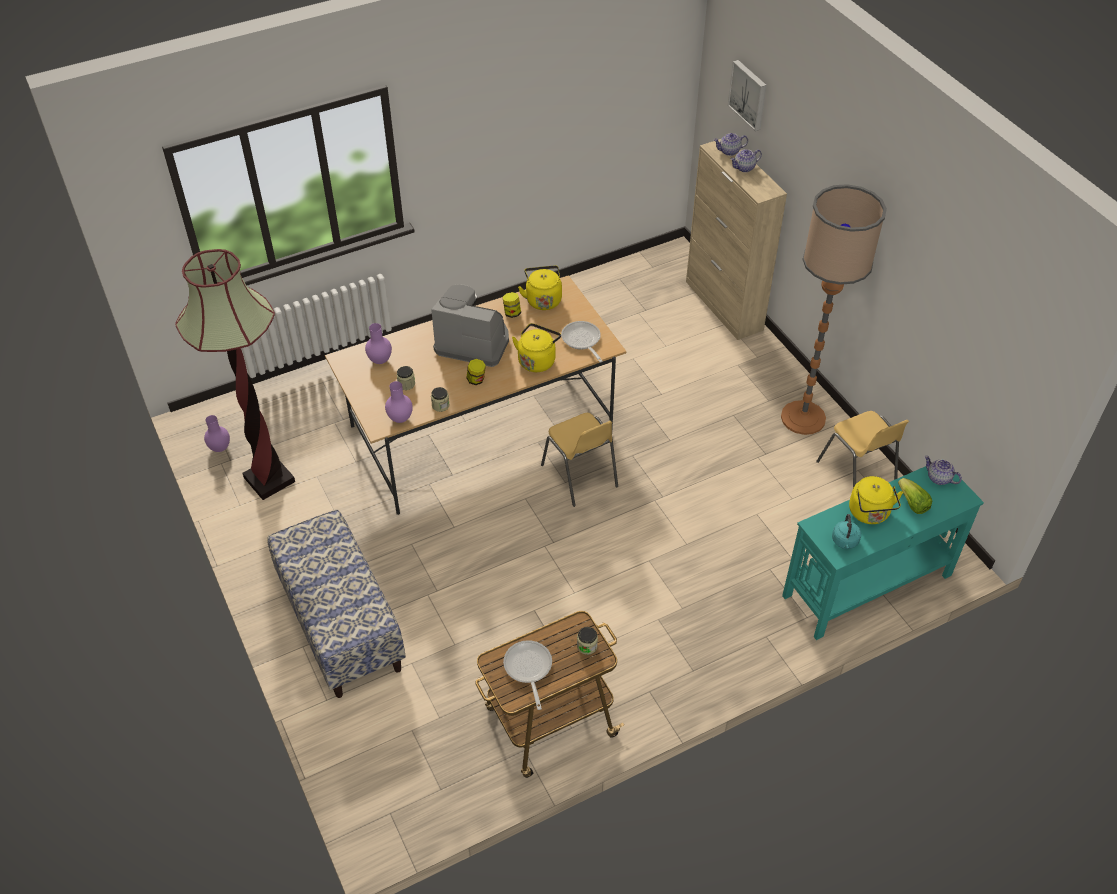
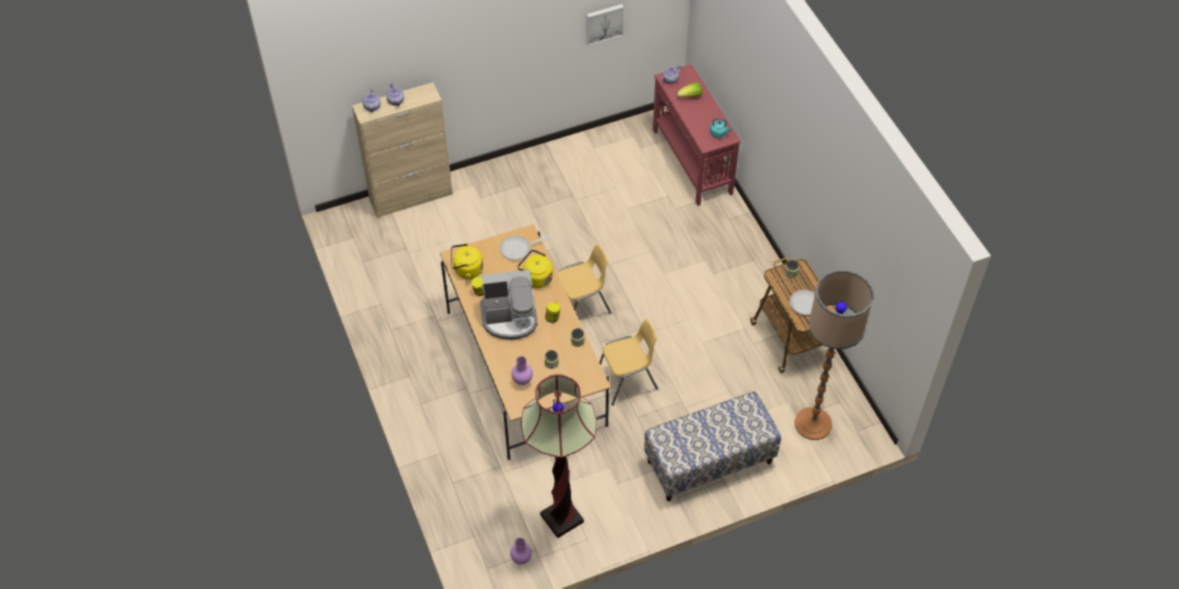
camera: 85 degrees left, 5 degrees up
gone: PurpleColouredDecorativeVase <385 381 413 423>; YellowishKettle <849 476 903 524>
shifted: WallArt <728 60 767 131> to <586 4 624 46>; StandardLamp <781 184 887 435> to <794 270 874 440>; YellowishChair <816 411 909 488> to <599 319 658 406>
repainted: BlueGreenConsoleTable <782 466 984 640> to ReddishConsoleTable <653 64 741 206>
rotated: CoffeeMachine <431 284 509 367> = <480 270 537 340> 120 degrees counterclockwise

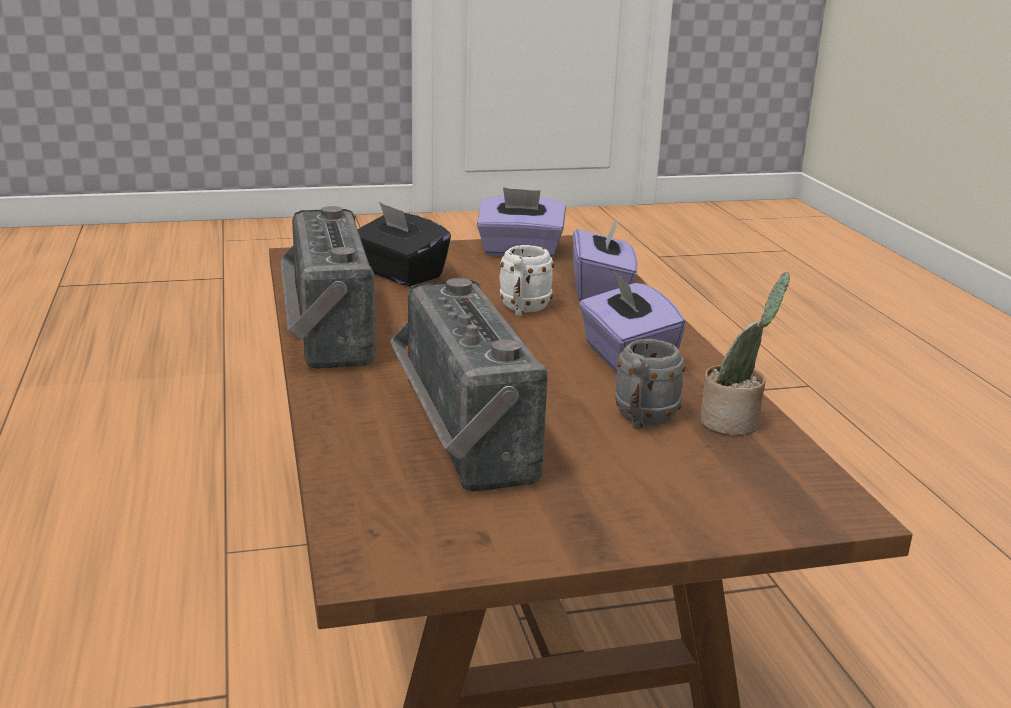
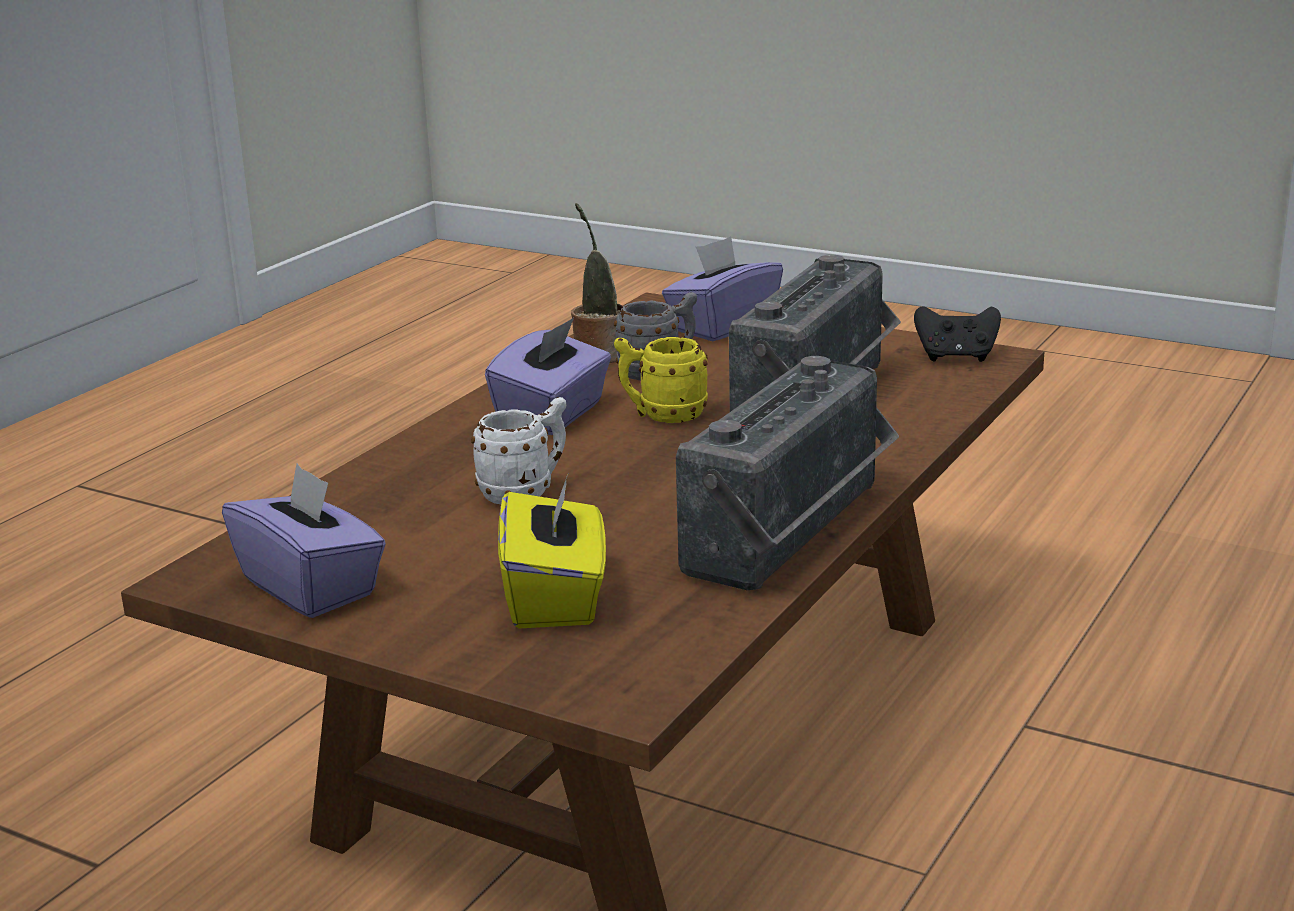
camera: 135 degrees left, 0 degrees up
new: YellowishCoffeeMug <614 337 708 423>; BlackGamepad <914 306 1001 362>
shifted: PurpleColouredTissueHolder <573 219 638 301> to <662 236 783 341>
repainted: BlackTissueHolder <358 202 451 286> to YellowishTissueHolder <498 472 606 629>

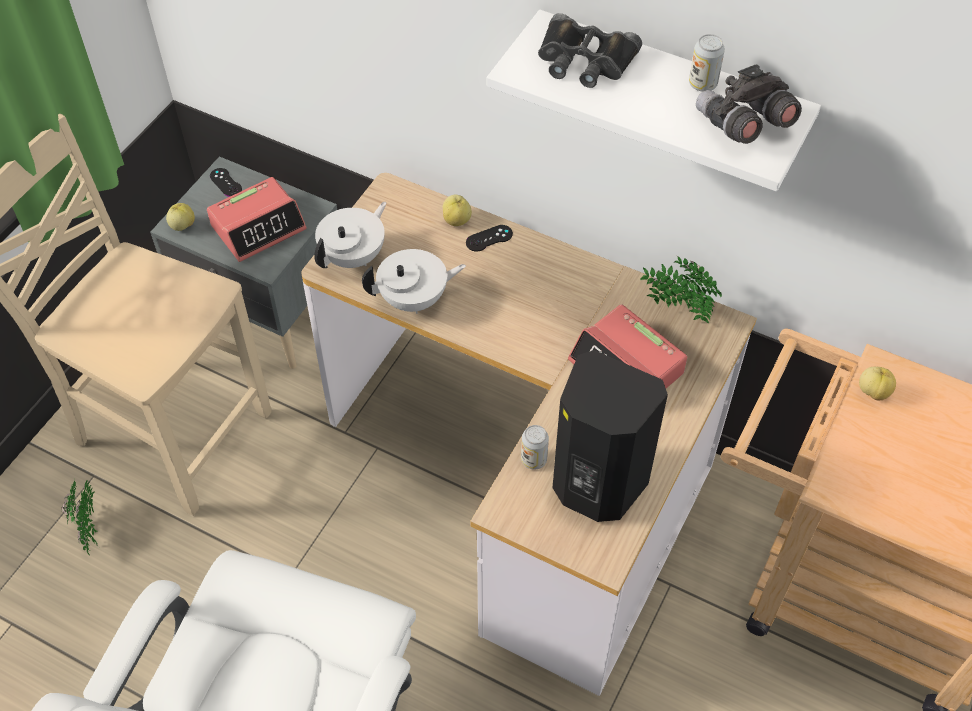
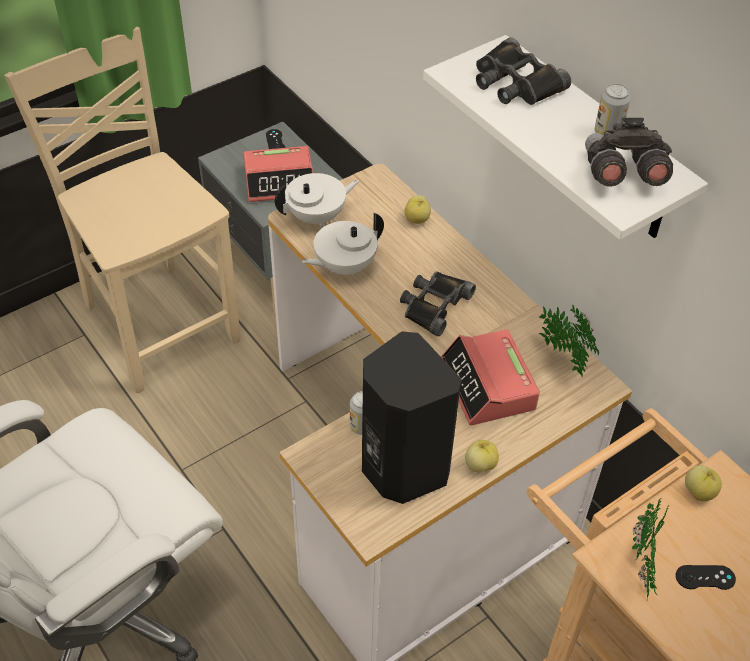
camera: 25 degrees right, 5 degrees down
new: BlackBinoculars <400 271 476 336>
shifted: PottedPlant <61 480 100 555> to <632 498 668 601>; AppleFruit <166 203 195 231> to <465 440 499 472>; BlackGamepad <466 225 513 252> to <676 565 736 590>
rotated: WhiteTeaPot <362 249 466 314> = <302 213 384 275> 135 degrees clockwise

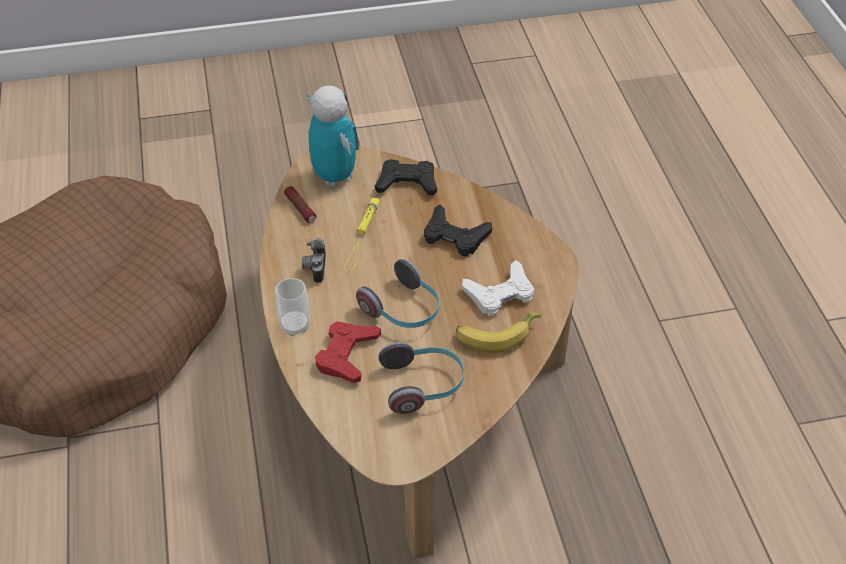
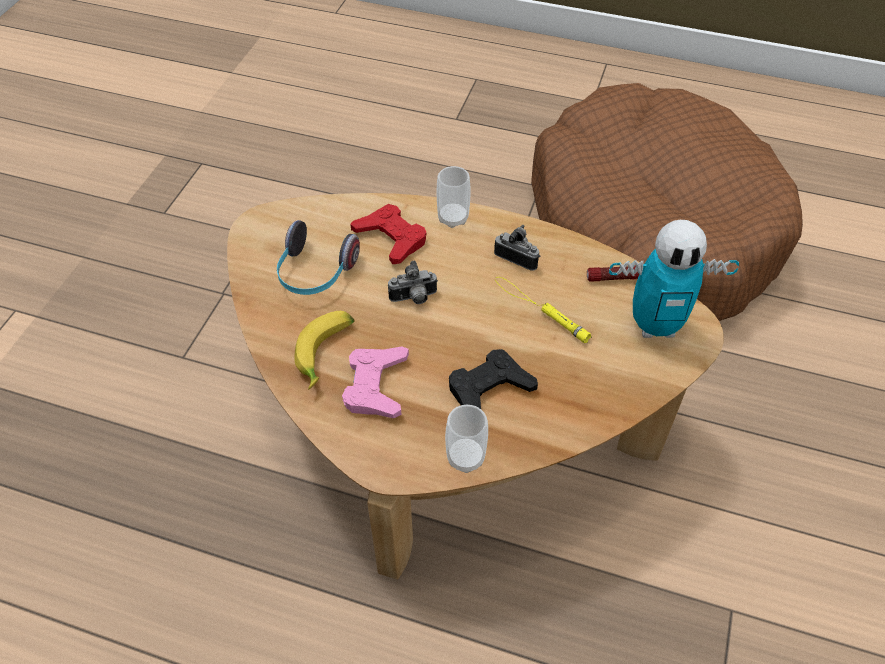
camera: 120 degrees right, 5 degrees up
gone: BlackGamepad <375 159 437 196>
new: Cup <445 405 488 473>
swapped: Headset <356 259 439 328> to StillCamera <388 261 438 304>
repainted: WhiteGamepad <462 260 534 316> to PinkColouredGamepad <342 347 409 418>

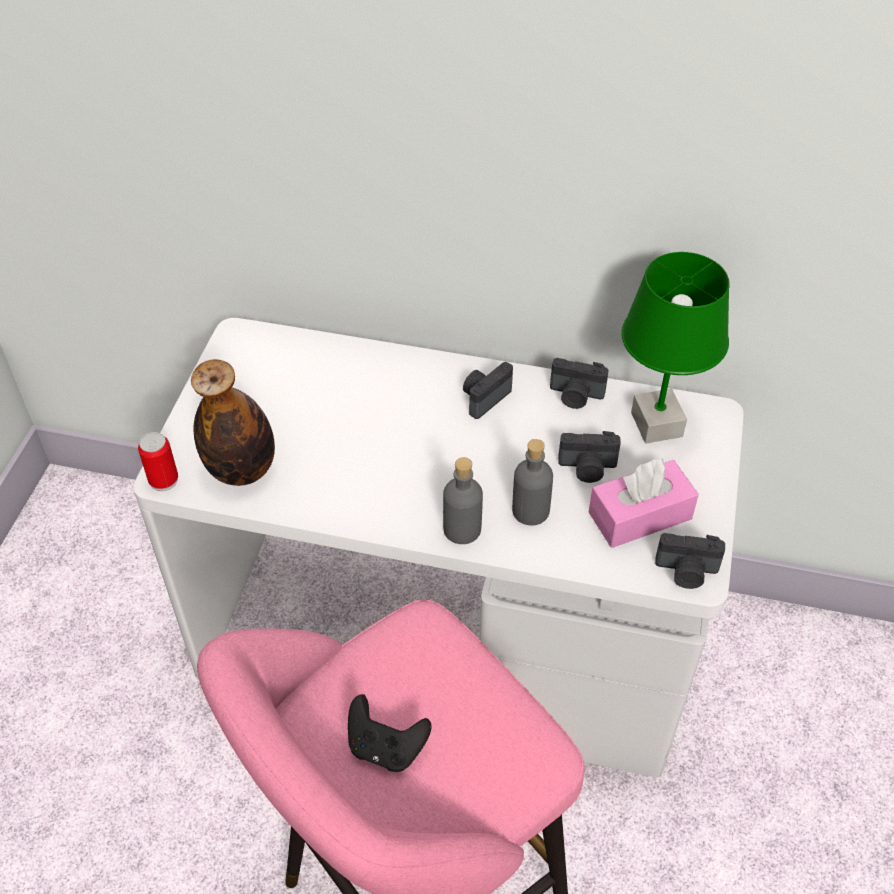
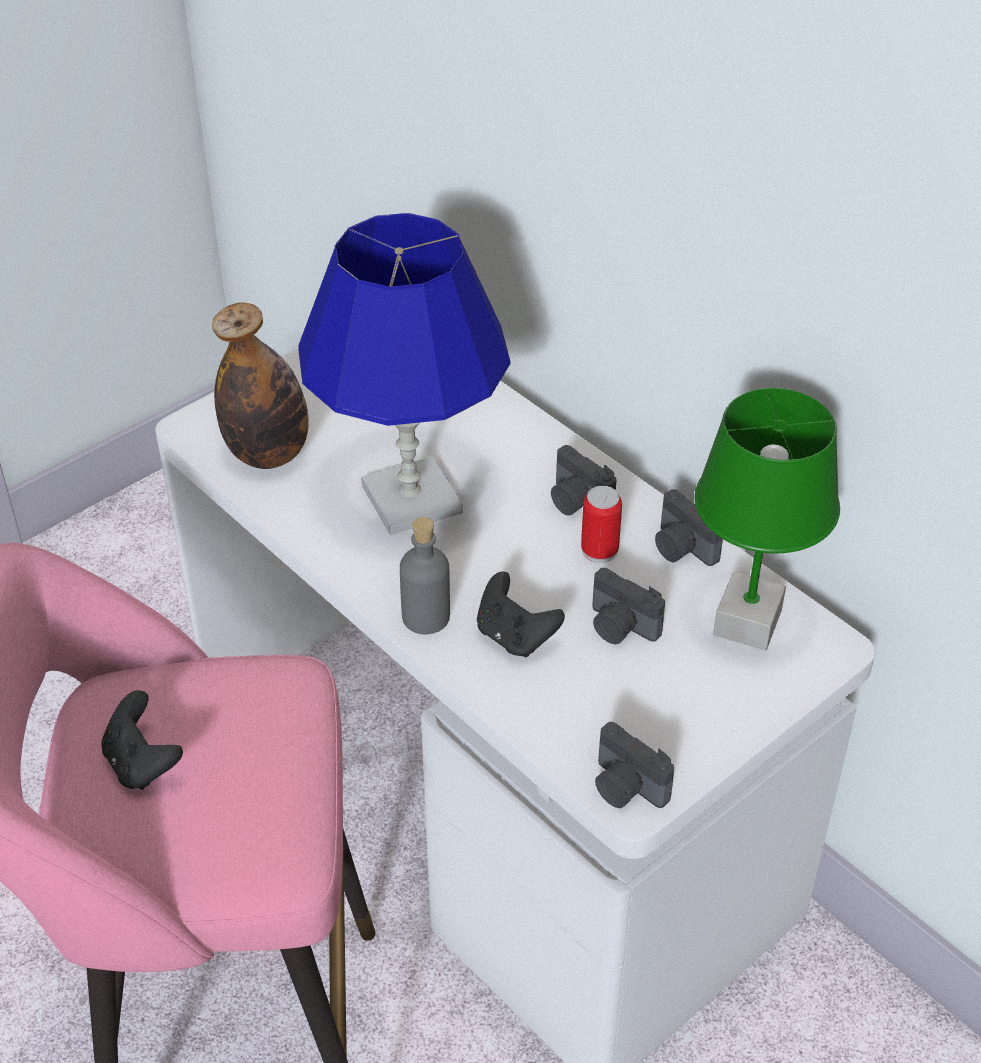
camera: 35 degrees right, 5 degrees down
gone: PinkColouredTissueHolder <589 459 699 548>
new: BluishLampForATable <298 213 511 535>
shifted: SealedCan <138 432 178 491> to <581 486 622 563>
swapped: GrayDrinkBottle <512 439 553 526> to BlackGamepad <477 572 565 657>
rotated: StillCamera <463 362 513 419> = <551 445 617 516> 120 degrees counterclockwise

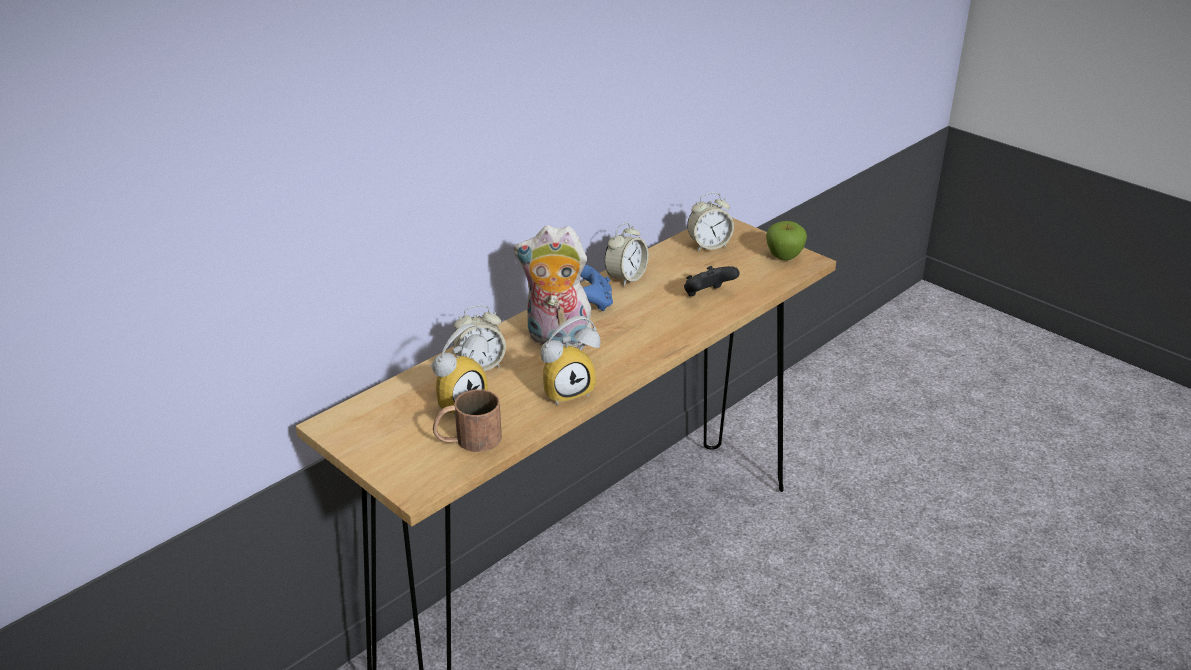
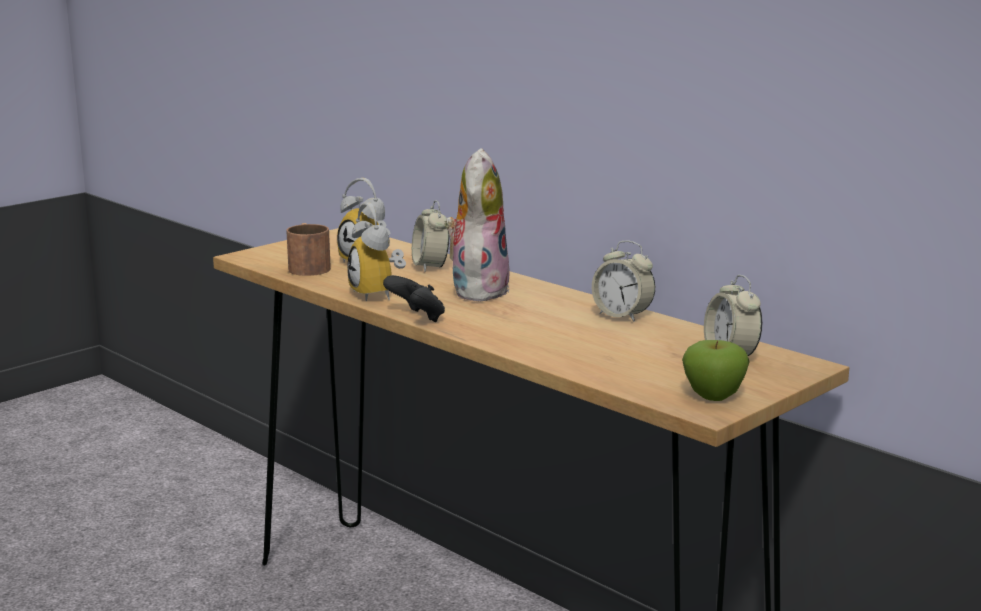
camera: 90 degrees right, 15 degrees down
gone: BluishGamepad <581 264 613 311>
shifted: BlackGamepad <684 266 740 296> to <383 275 445 322>

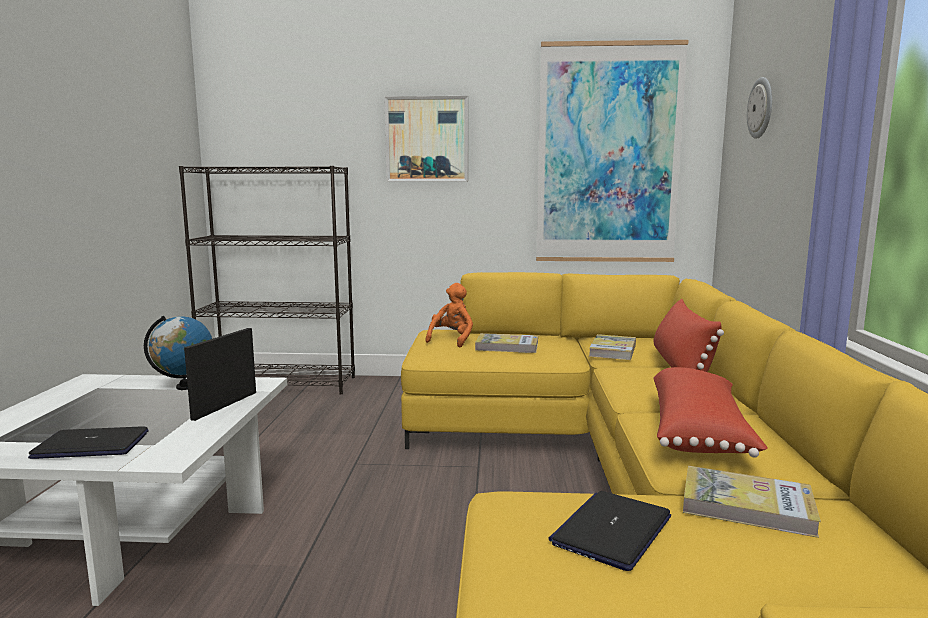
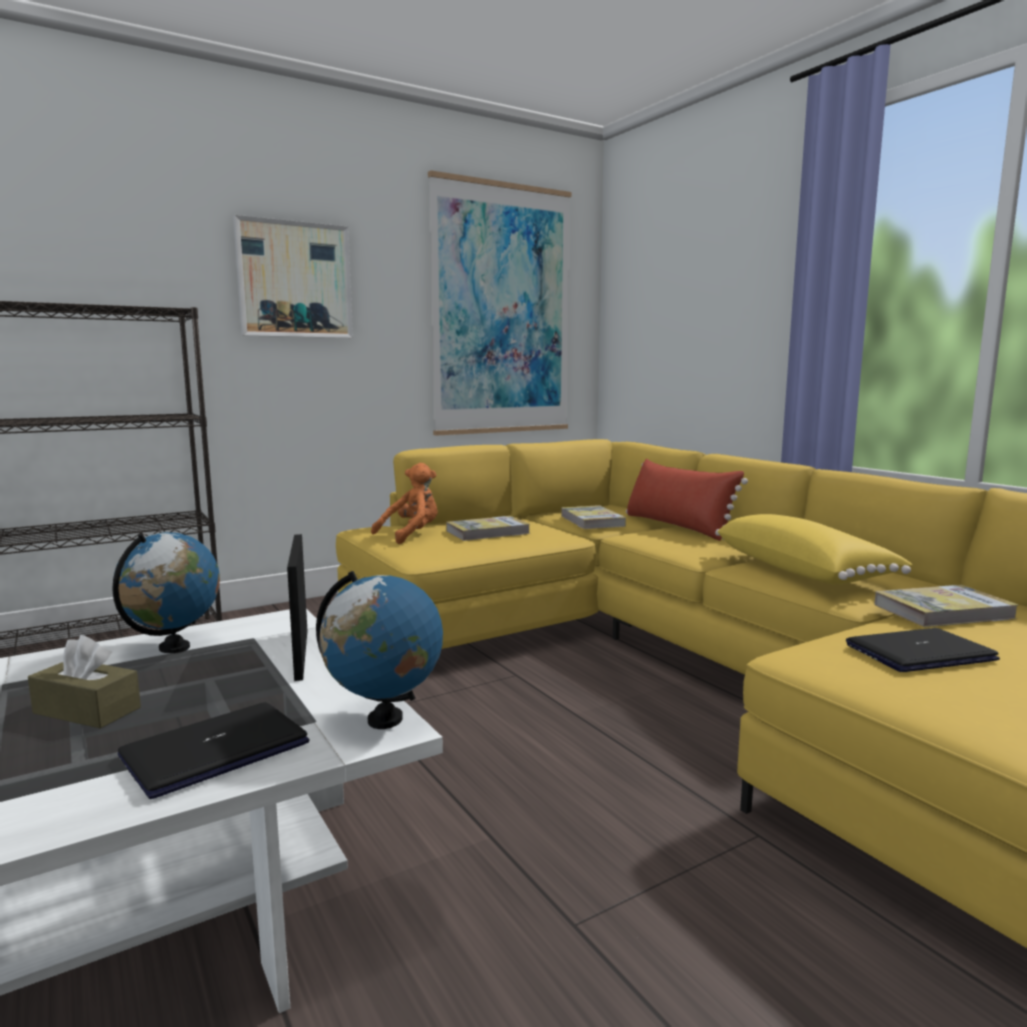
camera: 35 degrees left, 0 degrees up
gone: ClockOnTheWall <747 77 772 139>
new: BrownTissueHolder <28 635 141 728>; WorldGlobe <316 571 443 729>
repainted: ReddishPillow <653 367 768 458> to YellowishPillow <715 514 912 584>
rotated: OrangeColouredPlushToy <425 283 473 348> = <371 463 438 544> 60 degrees clockwise; Laptop <549 491 671 571> = <846 628 1000 672> 75 degrees clockwise

